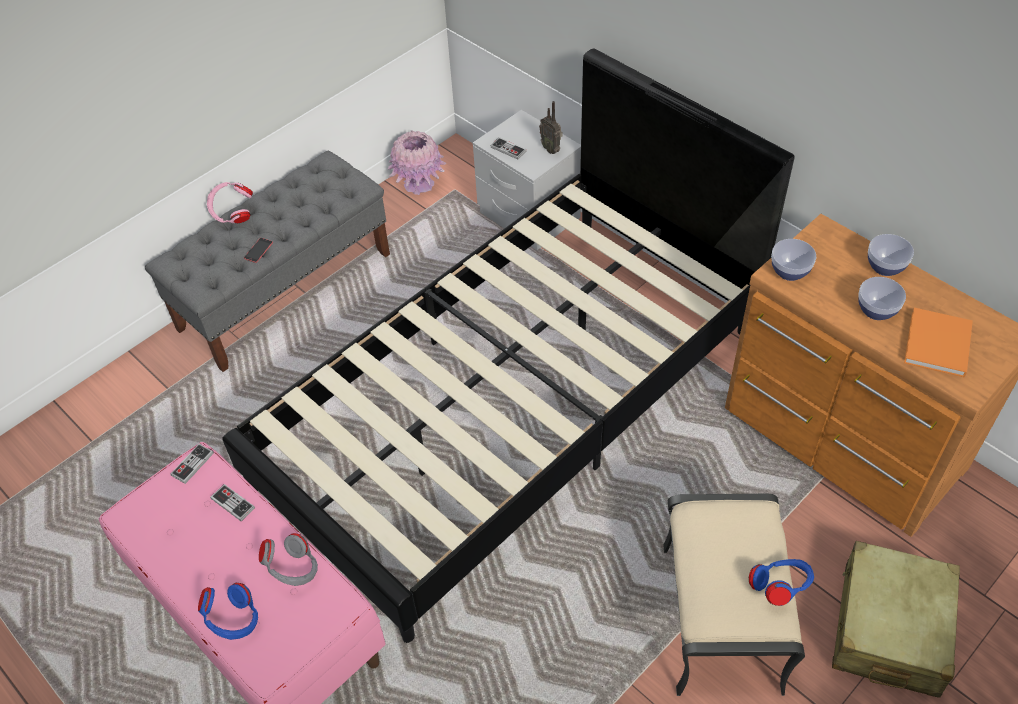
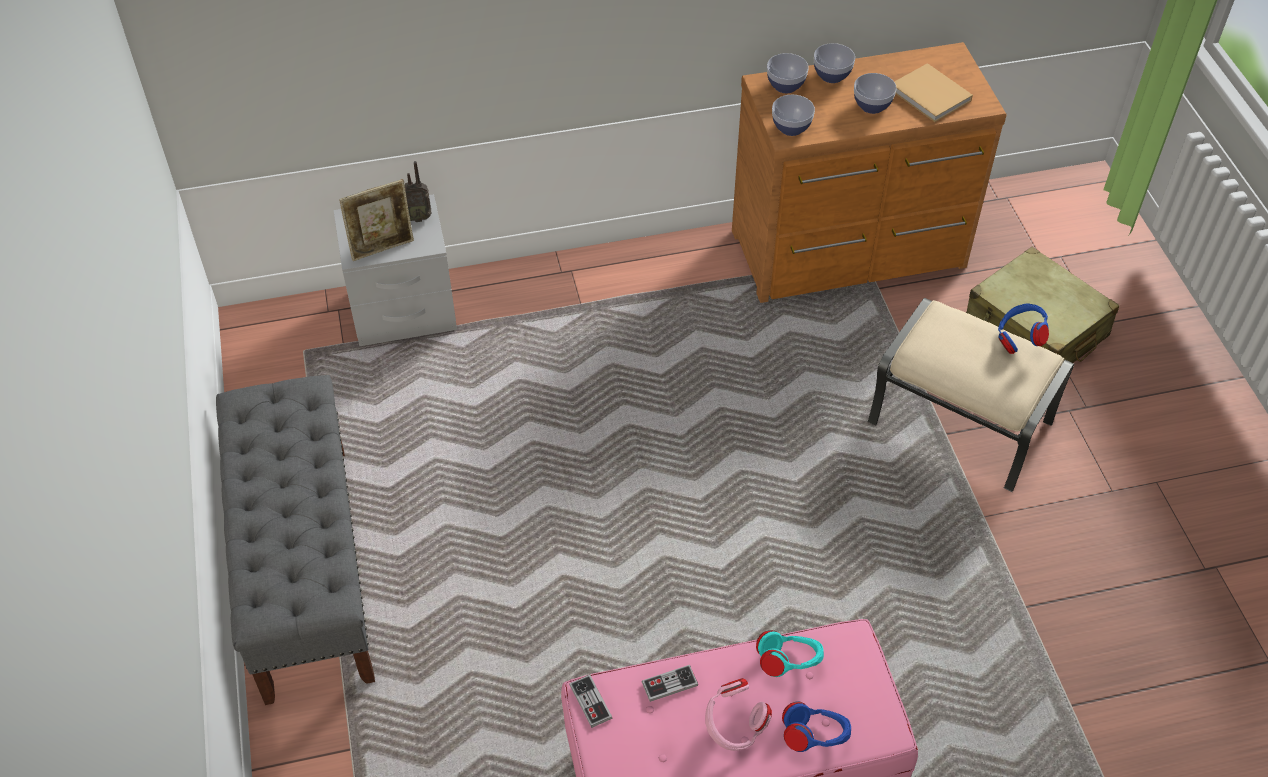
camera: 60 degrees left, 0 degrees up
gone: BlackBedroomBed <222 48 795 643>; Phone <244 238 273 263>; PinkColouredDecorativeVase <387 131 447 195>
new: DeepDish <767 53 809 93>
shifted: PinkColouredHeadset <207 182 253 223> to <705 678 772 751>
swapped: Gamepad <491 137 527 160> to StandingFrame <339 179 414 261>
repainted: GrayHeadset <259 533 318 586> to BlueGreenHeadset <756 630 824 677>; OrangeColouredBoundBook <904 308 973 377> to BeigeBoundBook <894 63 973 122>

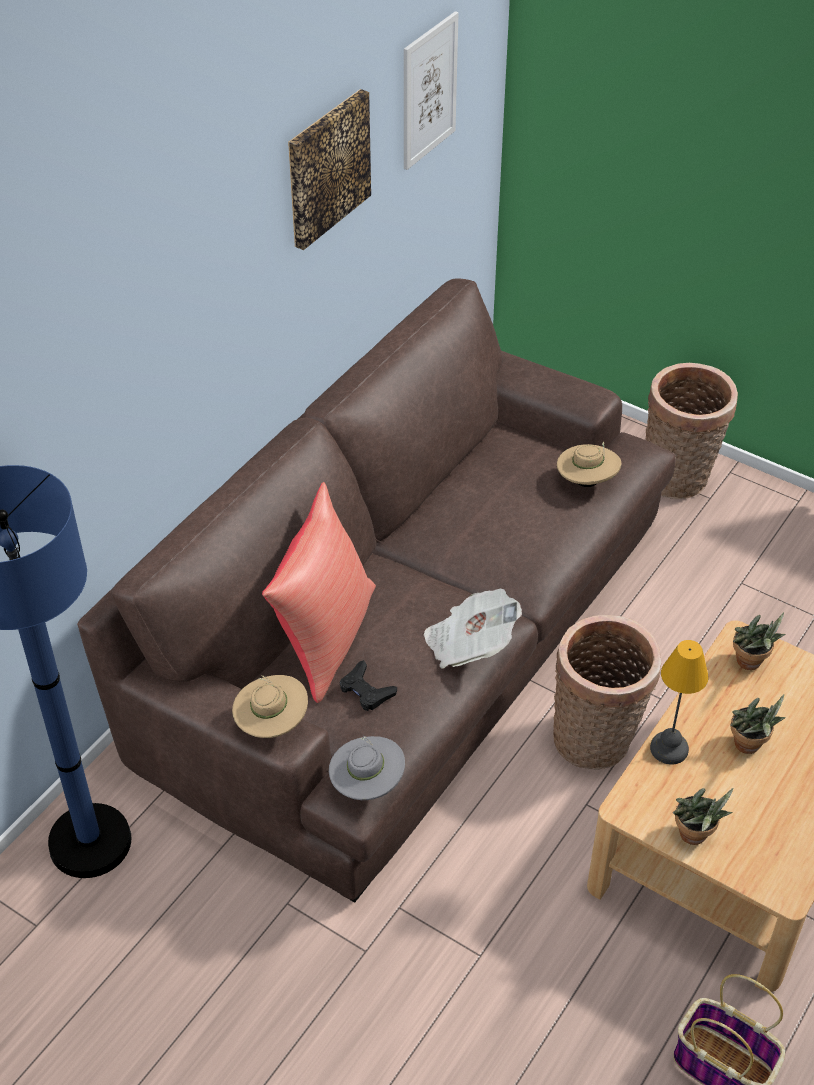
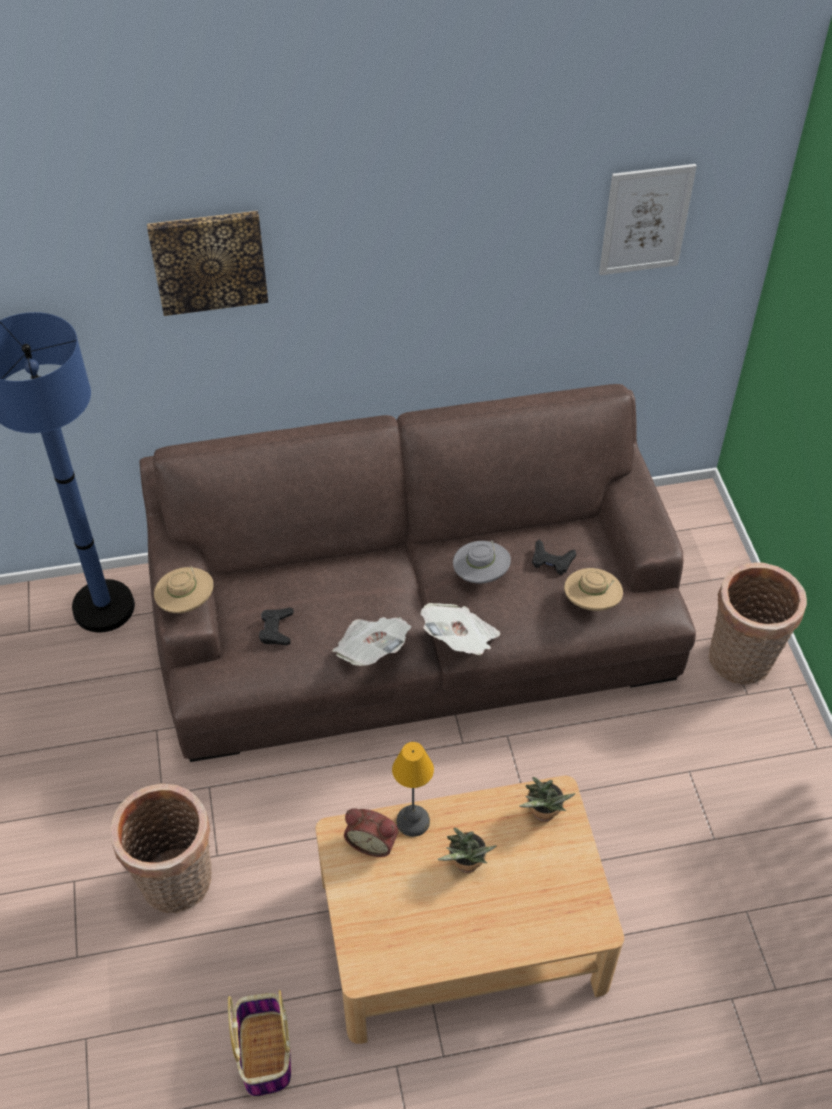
camera: 45 degrees right, 5 degrees up
gone: ReddishPillow <262 482 376 703>; PottedPlant <673 788 733 845>
new: BedsideClock <344 808 399 857>; PrintedPaper <421 603 500 655>; BlackGamepad <532 540 576 575>
shifted: WallArt <288 89 371 250> to <147 211 268 316>; GrayClothingHat <329 735 405 800> to <453 540 511 583>; StorageBasket <553 615 661 770> to <110 783 212 913>

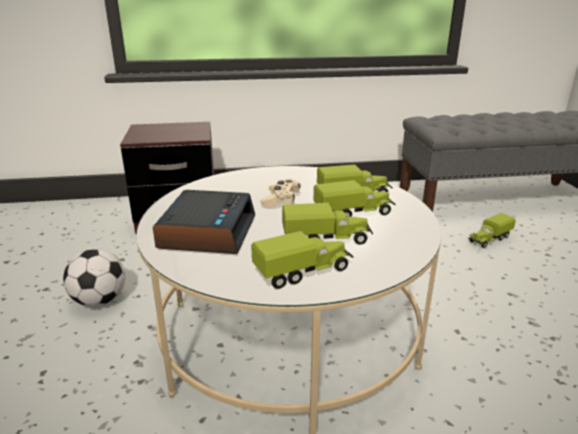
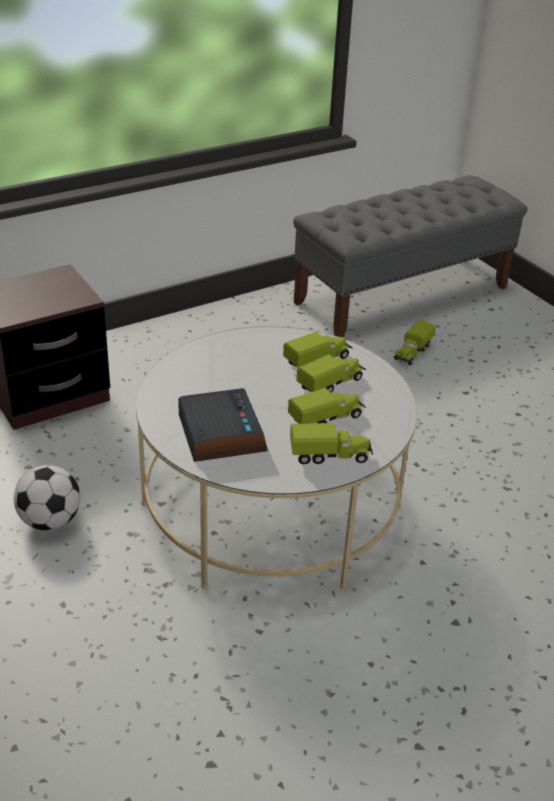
camera: 25 degrees left, 10 degrees up
gone: BeigeGamepad <260 179 301 209>
rotated: ToyLorry <251 231 354 289> = <290 423 373 464> 45 degrees clockwise

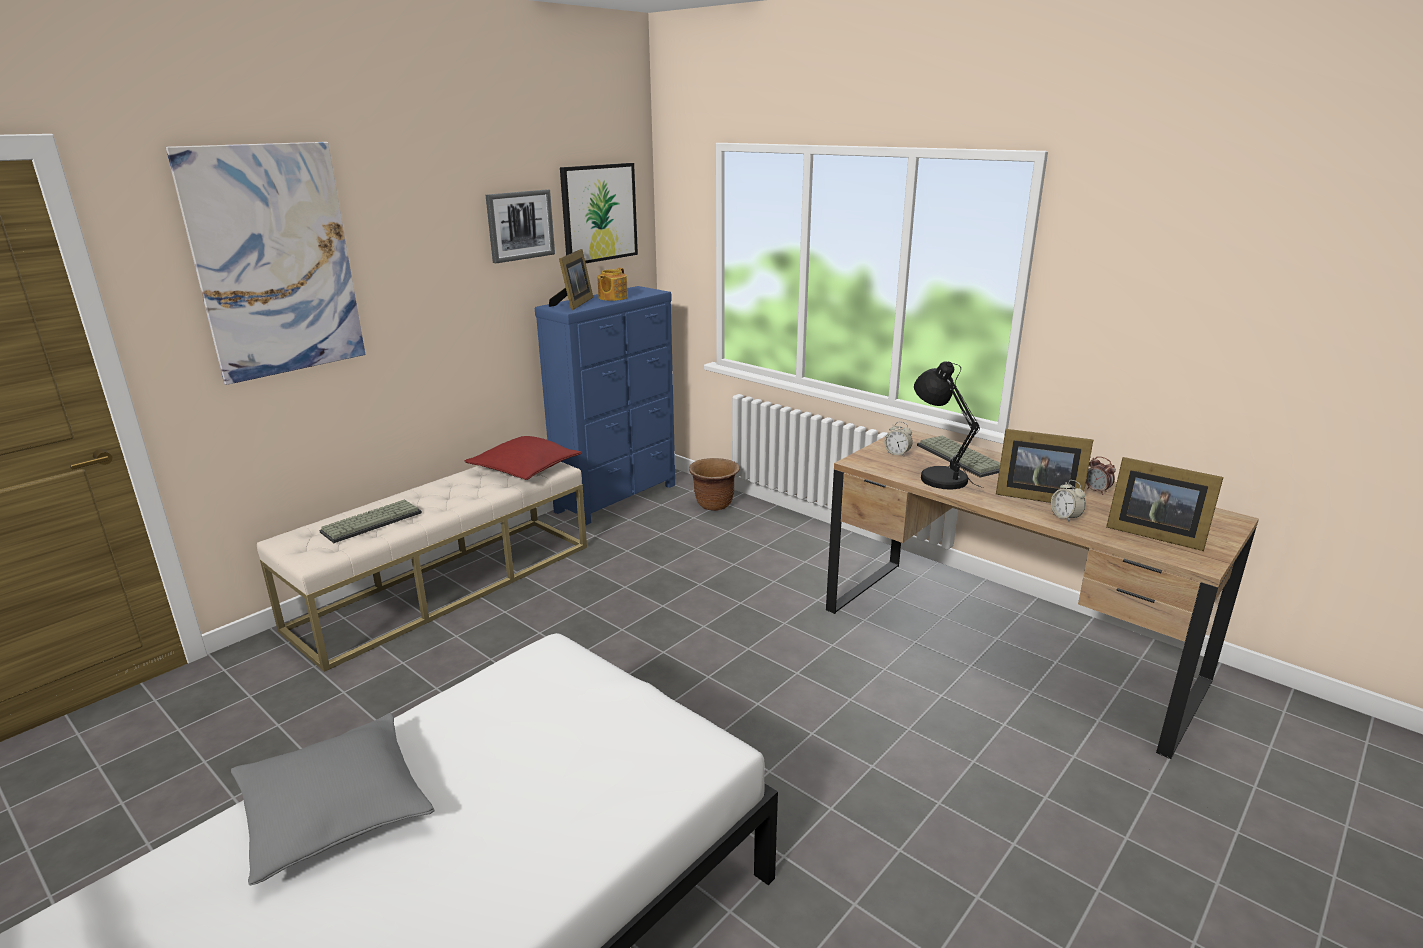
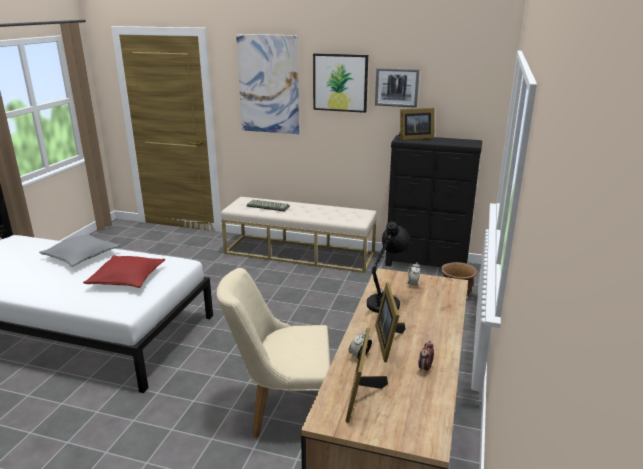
camera: 65 degrees right, 0 degrees up
gone: TeaPot <597 268 628 301>; ComputerKeyboard <917 436 1000 477>
new: BeigeChair <217 268 330 438>
shifted: ReddishPillow <465 436 582 480> to <83 255 165 288>; WallArt <560 163 638 263> to <313 53 368 113>
repainted: BluishDrawerChest <535 286 675 525> to BlackDrawerChest <385 135 482 267>

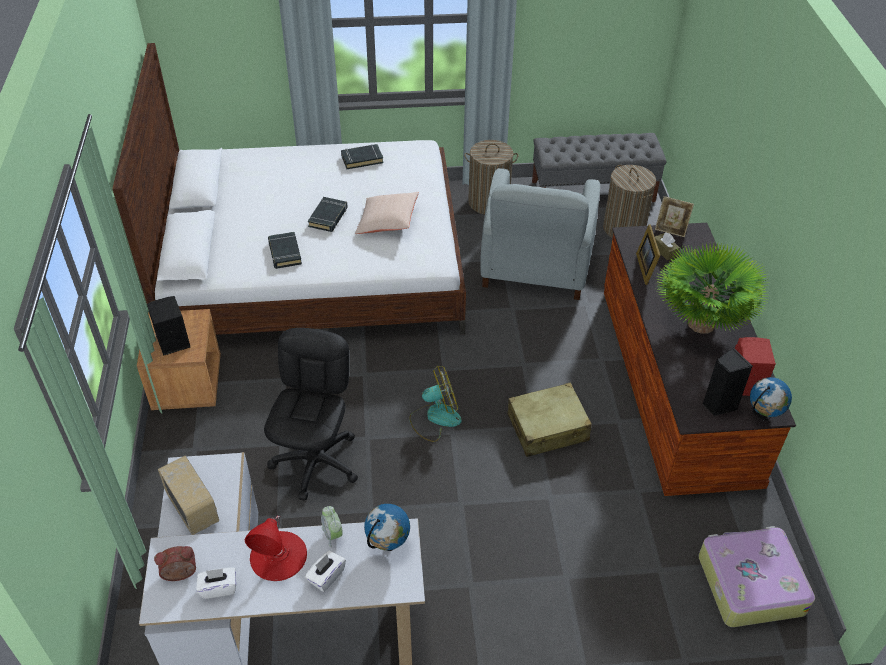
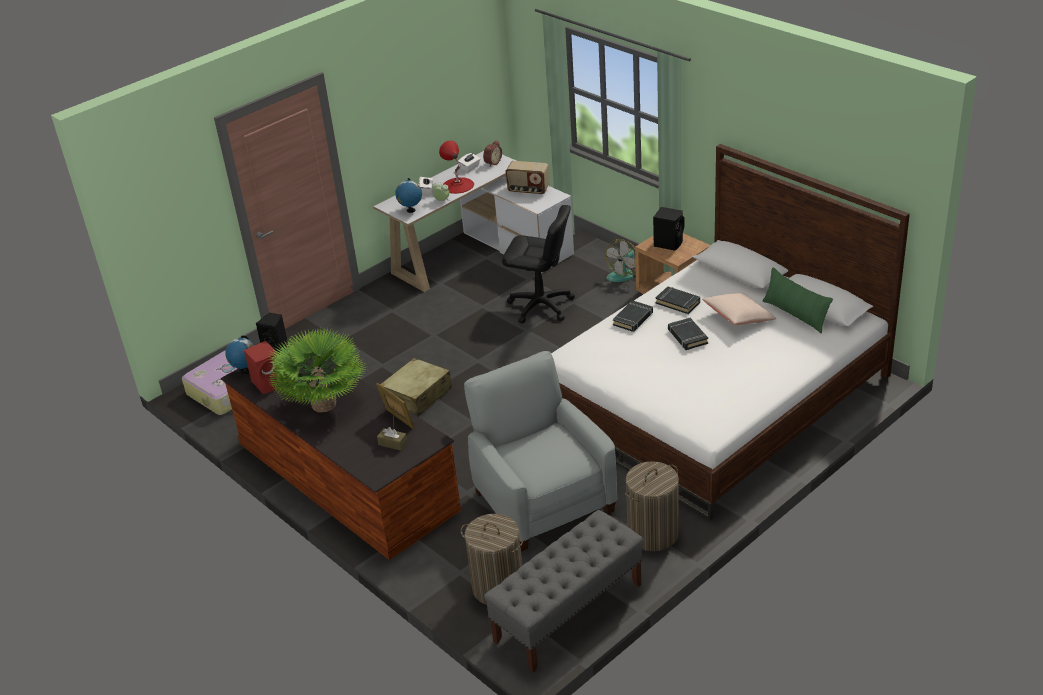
camera: 145 degrees right, 10 degrees down
gone: StandingFrame <655 196 694 237>
new: GreenColouredPillow <763 268 833 333>
shifted: BlackBoundBook <341 144 384 169> to <613 300 653 332>; BeigePillow <355 192 419 234> to <702 293 776 325>; CoolingFan <409 366 462 442> to <606 239 636 282>
rotated: BlackComputerChair <264 328 358 501> = <502 205 575 323> 45 degrees counterclockwise

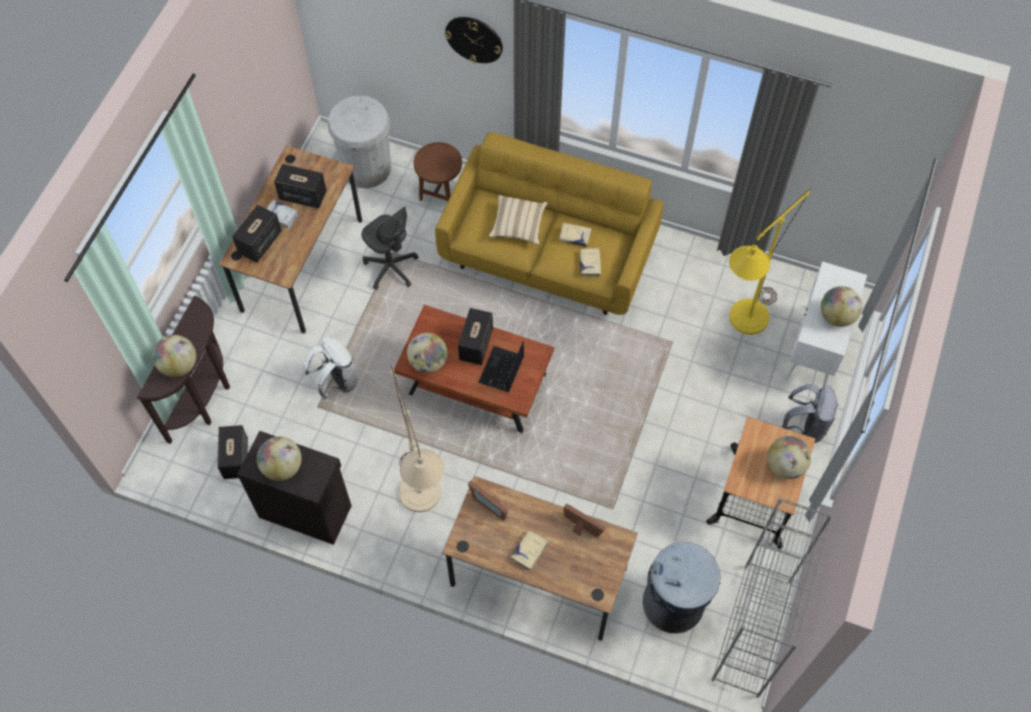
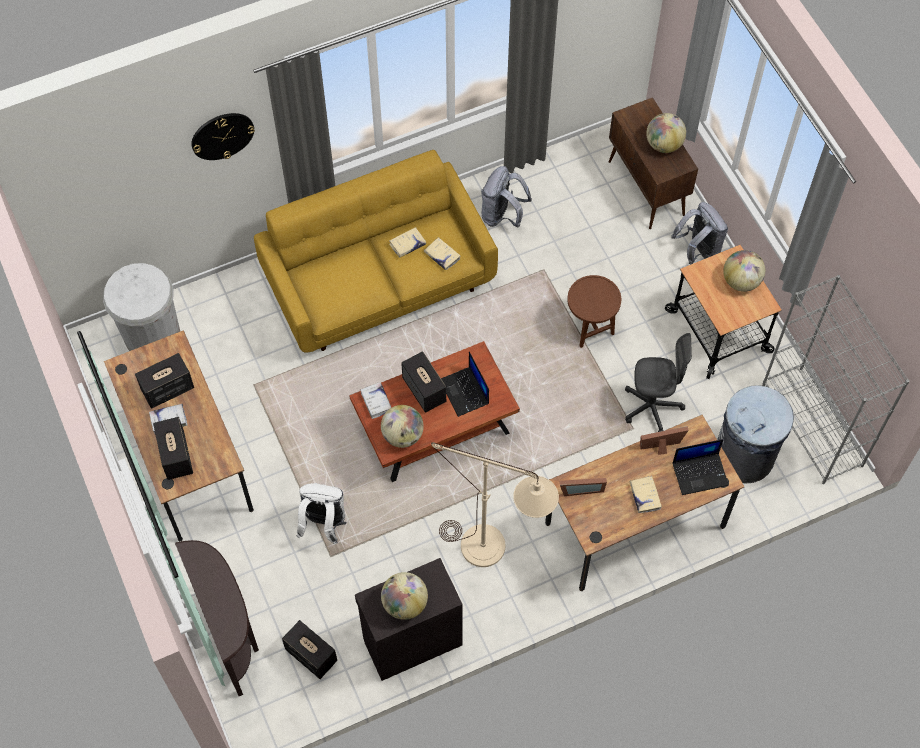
camera: 45 degrees left, 0 degrees up
gone: WorldGlobe <153 335 196 377>; BeigePillow <489 195 548 245>; YellowishStandardLamp <729 189 810 335>
new: WhiteBoundBook <360 382 391 419>; GrayBackpack <481 166 532 228>; Laptop <672 439 729 495>
shifted: GrayComputerChair <361 207 418 290> to <625 333 692 432>; BrownEndTable <413 142 462 202> to <567 275 621 348>
repainted: WhiteCabinet <785 261 867 386> to BrownCabinet <609 97 698 229>

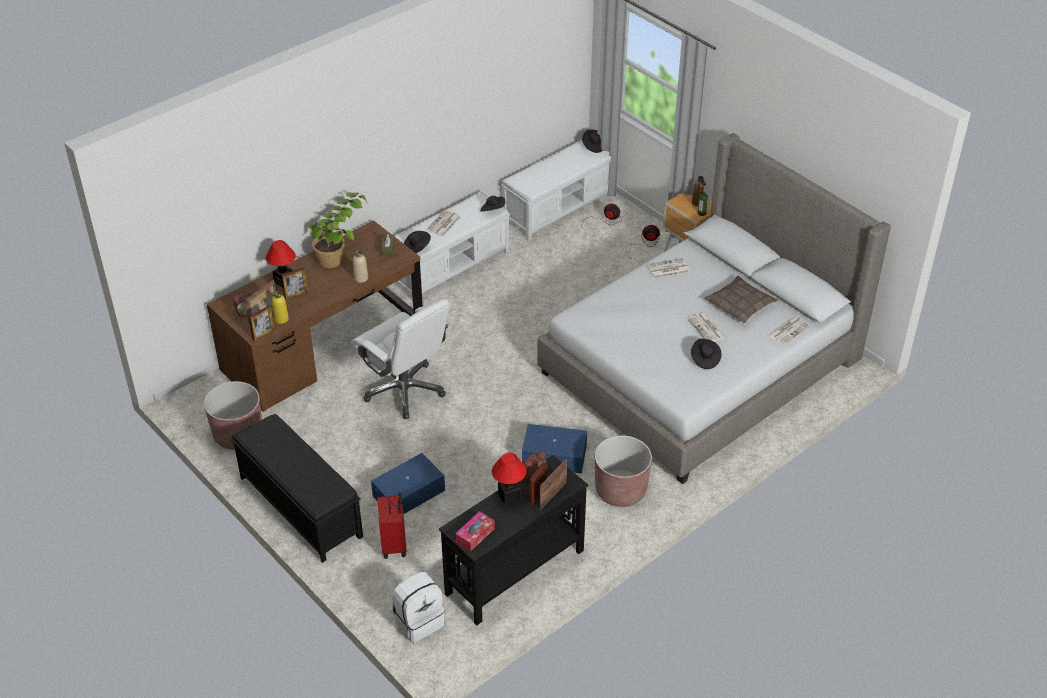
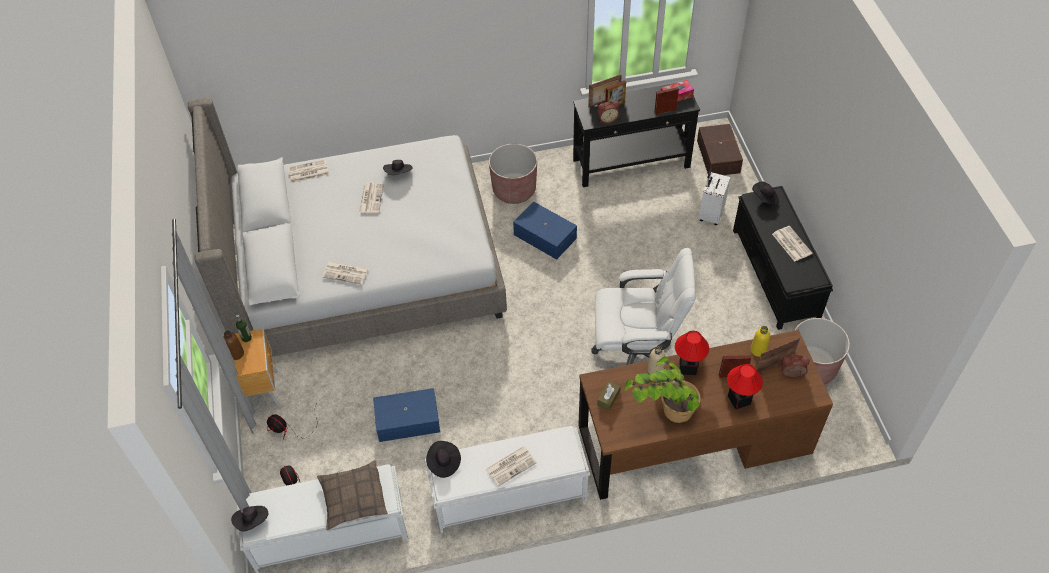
camera: 150 degrees left, 10 degrees up
new: PrintedPaper <772 226 813 262>
shifted: StandingFrame <249 305 275 342> to <654 87 679 115>; BluishStorageBin <371 453 445 514> to <373 388 440 442>; BlackClothingHat <404 231 431 253> to <752 181 779 206>; LampForATable <492 453 527 504> to <675 331 709 375>; Pillow <704 276 778 324> to <317 460 388 531>
swapped: WhiteBackpack <392 572 444 643> to BrownStorageBin <697 124 743 175>
repainted: ReddishTravelCase <378 492 407 559> to WhiteTravelCase <699 168 731 225>
rotated: WhiteComputerChair <351 299 449 419> = <591 248 696 365> 105 degrees clockwise

